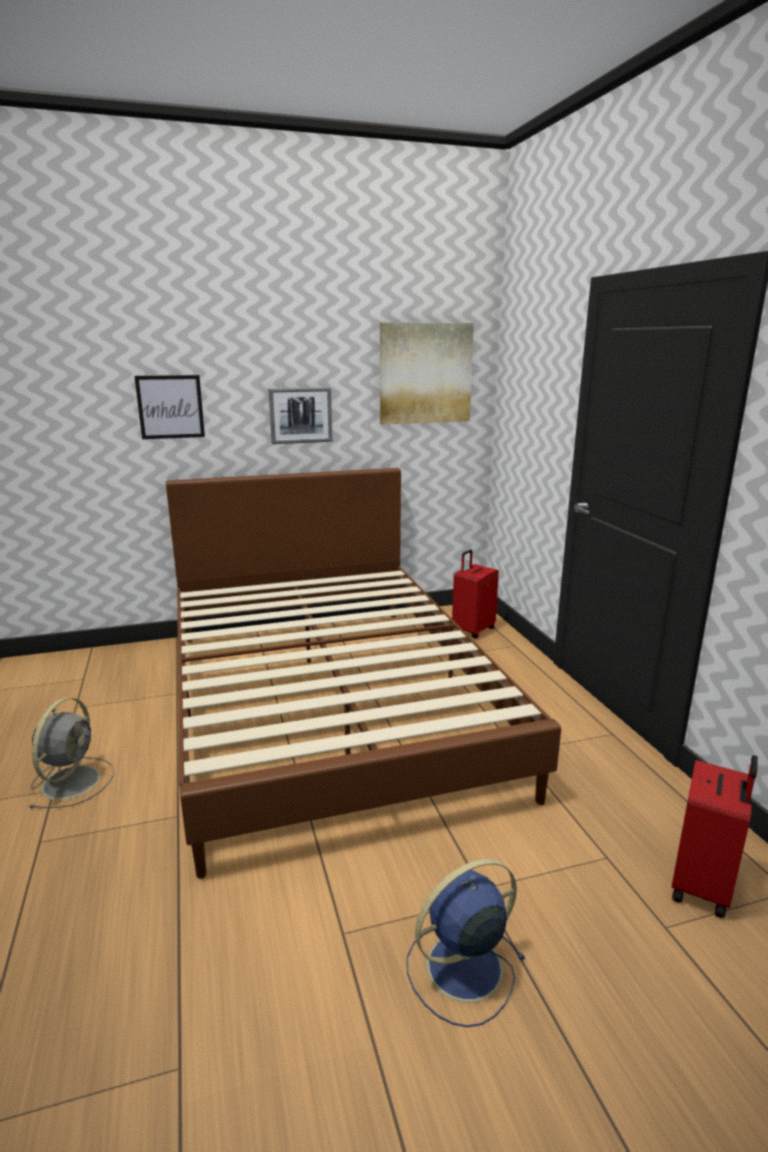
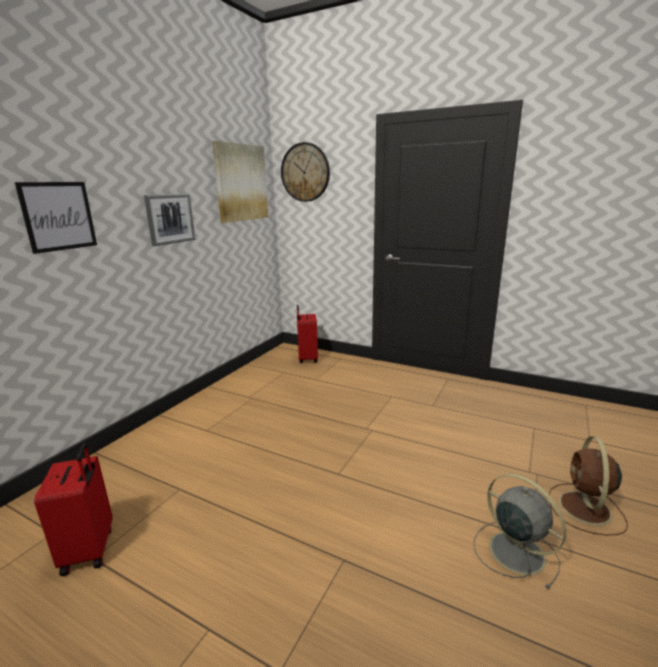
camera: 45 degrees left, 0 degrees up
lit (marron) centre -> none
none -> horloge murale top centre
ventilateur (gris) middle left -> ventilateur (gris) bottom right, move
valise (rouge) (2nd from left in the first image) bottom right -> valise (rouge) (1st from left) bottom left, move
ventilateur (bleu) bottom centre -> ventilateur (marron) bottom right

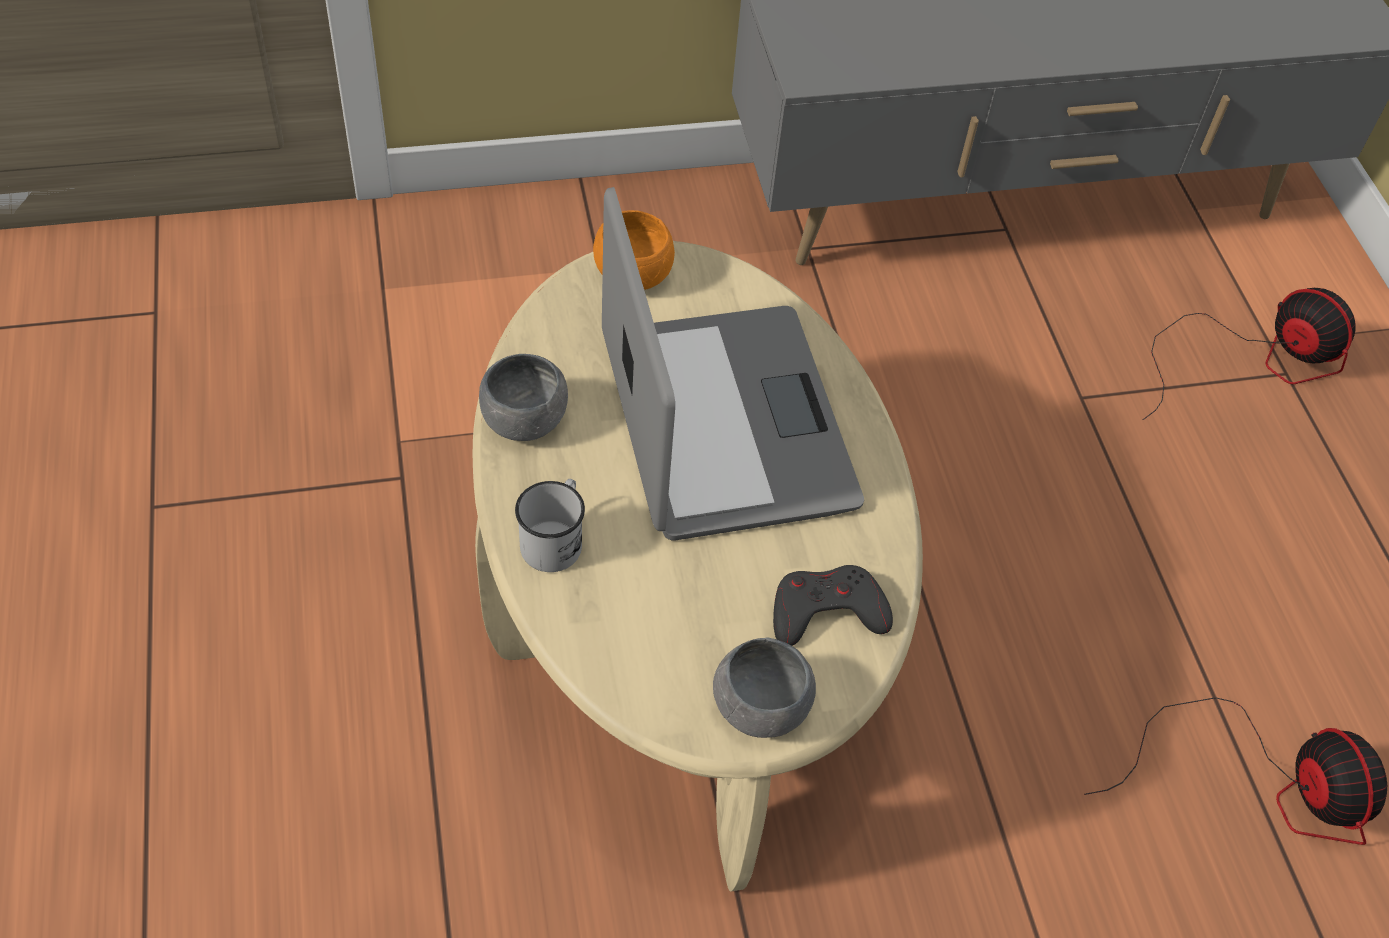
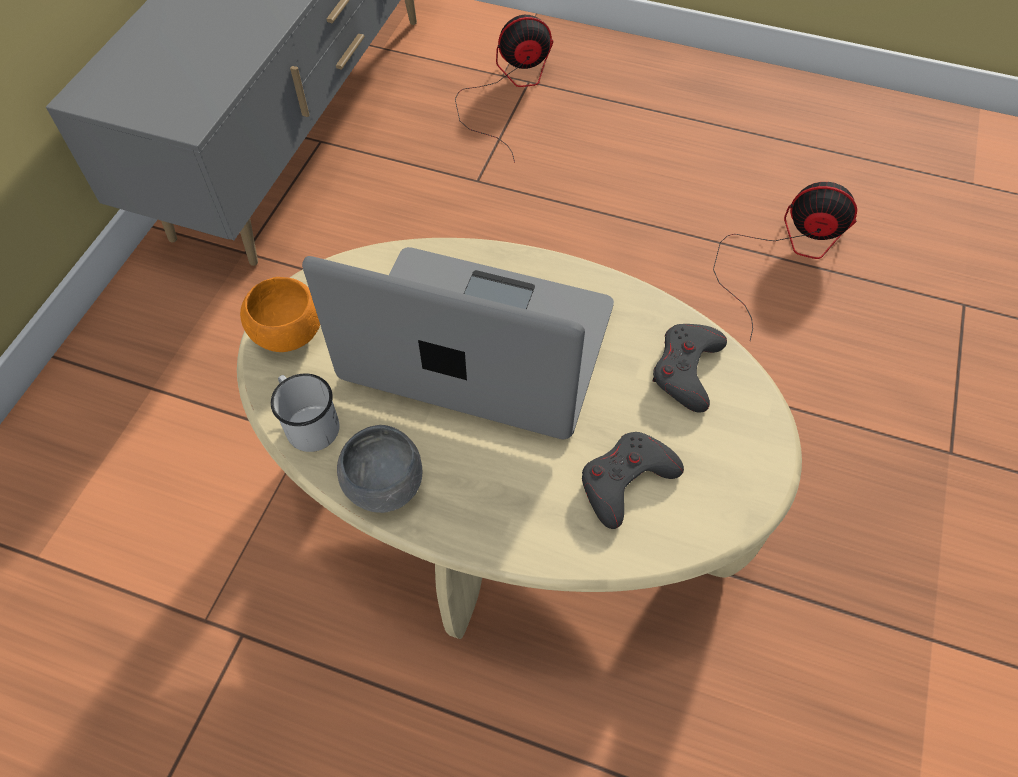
camera: 55 degrees left, 5 degrees up
bol (gris) (2nd from left) bottom centre -> none
none -> manette (gris) (1st from left) centre
mug (blanc) centre -> mug (blanc) middle left, move

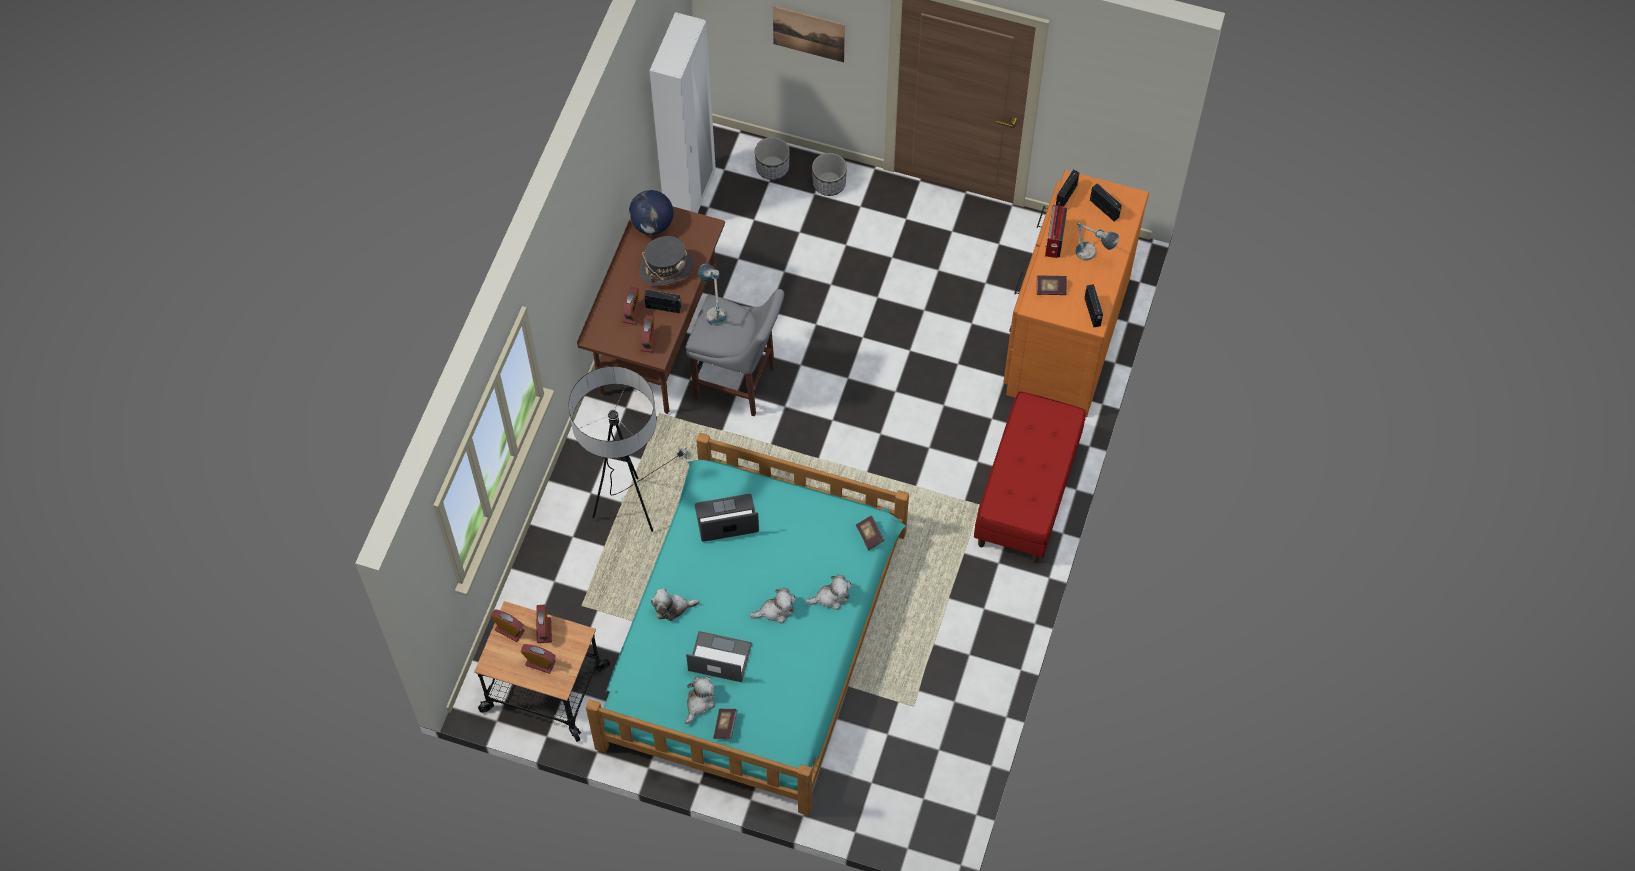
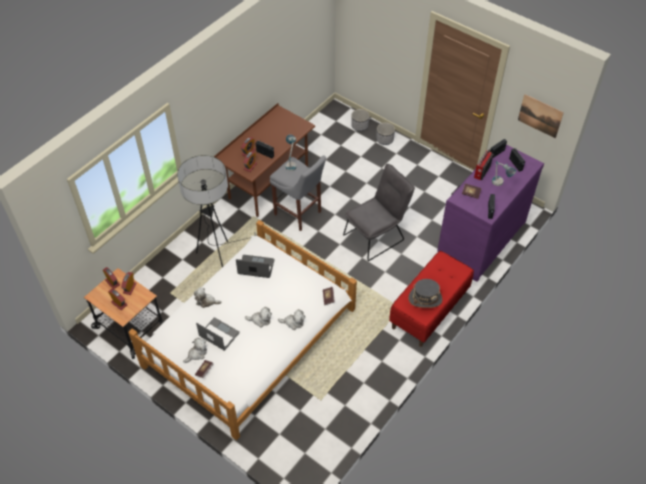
camera: 20 degrees right, 10 degrees down
globe top centre -> none
armoire (blanc) top centre -> none
none -> chaise (gris) centre
chapeau (gris) top centre -> chapeau (gris) centre, move
tableau top centre -> tableau top right, move
lit (turquoise) bottom centre -> lit (blanc) bottom centre
commode (orange) centre -> commode (violet) middle right

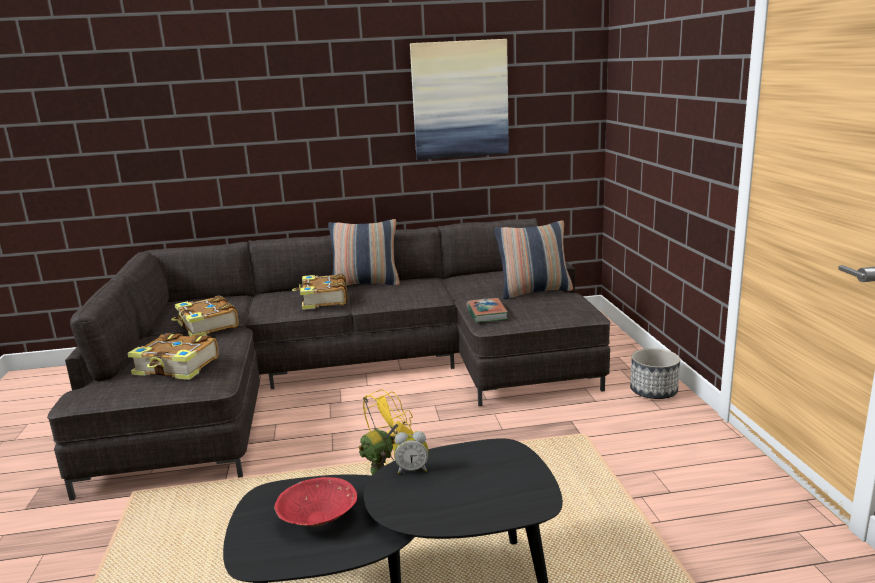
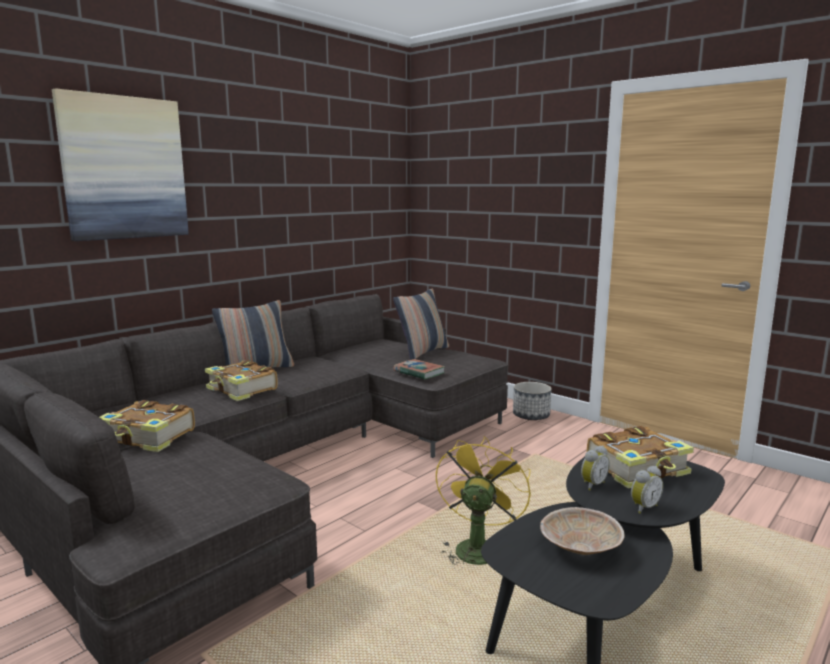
camera: 40 degrees left, 5 degrees down
none -> réveil (2nd from left) bottom right
livre (1st from left in the first image) middle left -> livre (4th from left) bottom right, move
tableau top centre -> tableau top left, move
bol (rouge) bottom centre -> bol (beige) bottom right

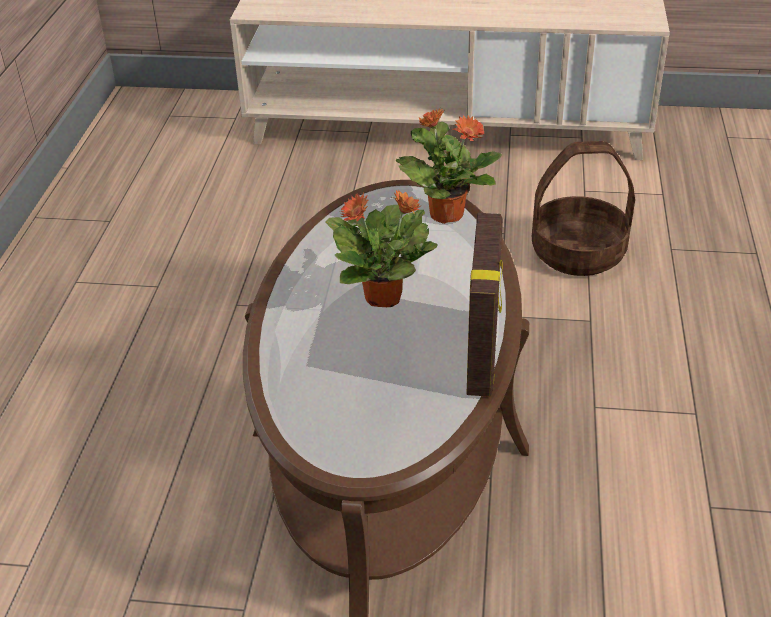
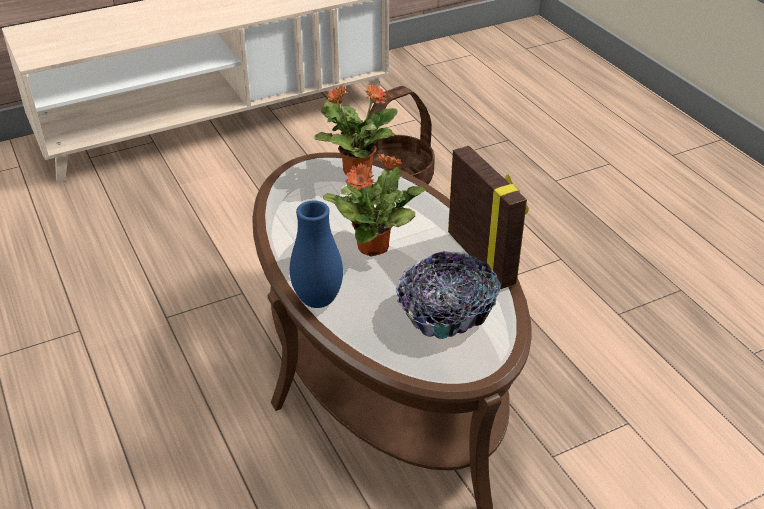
camera: 35 degrees left, 0 degrees up
none -> vase (bleu) centre
none -> bol centre

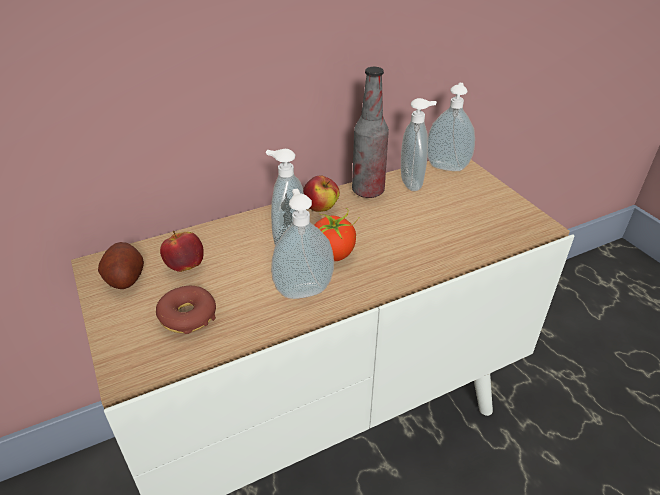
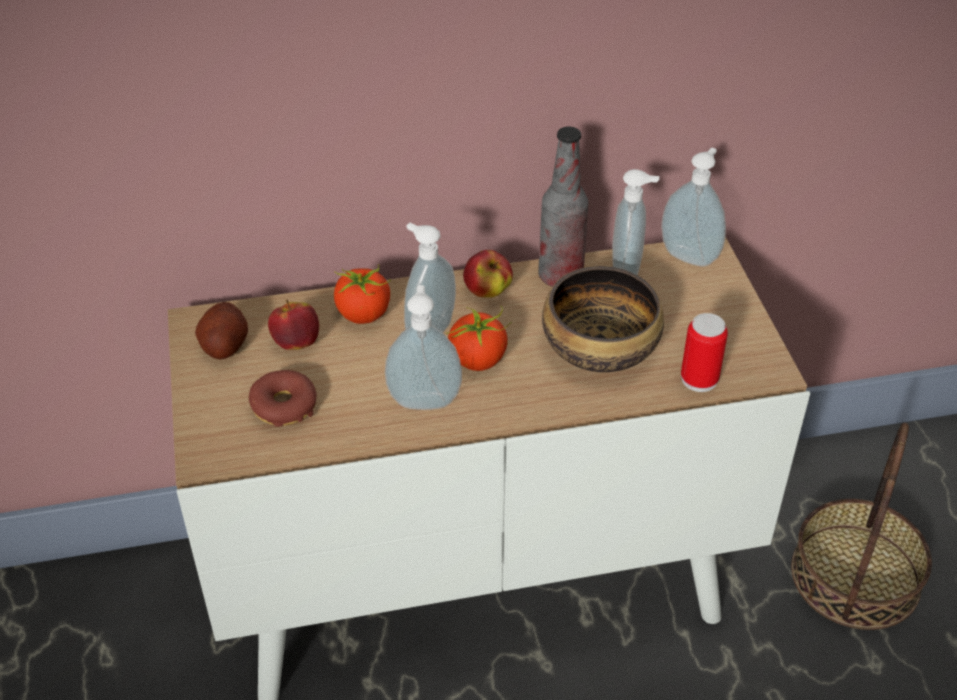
camera: 15 degrees right, 5 degrees up
none -> tomate (1st from left) centre
none -> bol centre
none -> boîte métallique middle right
none -> panier bottom right

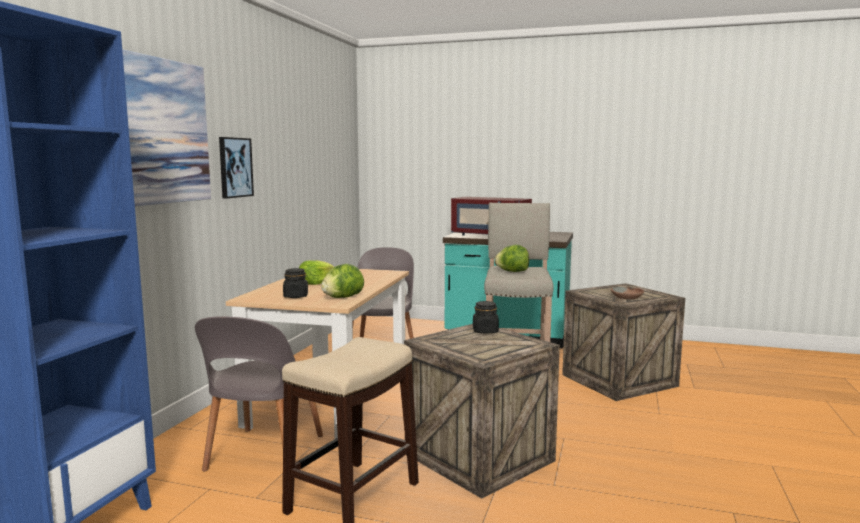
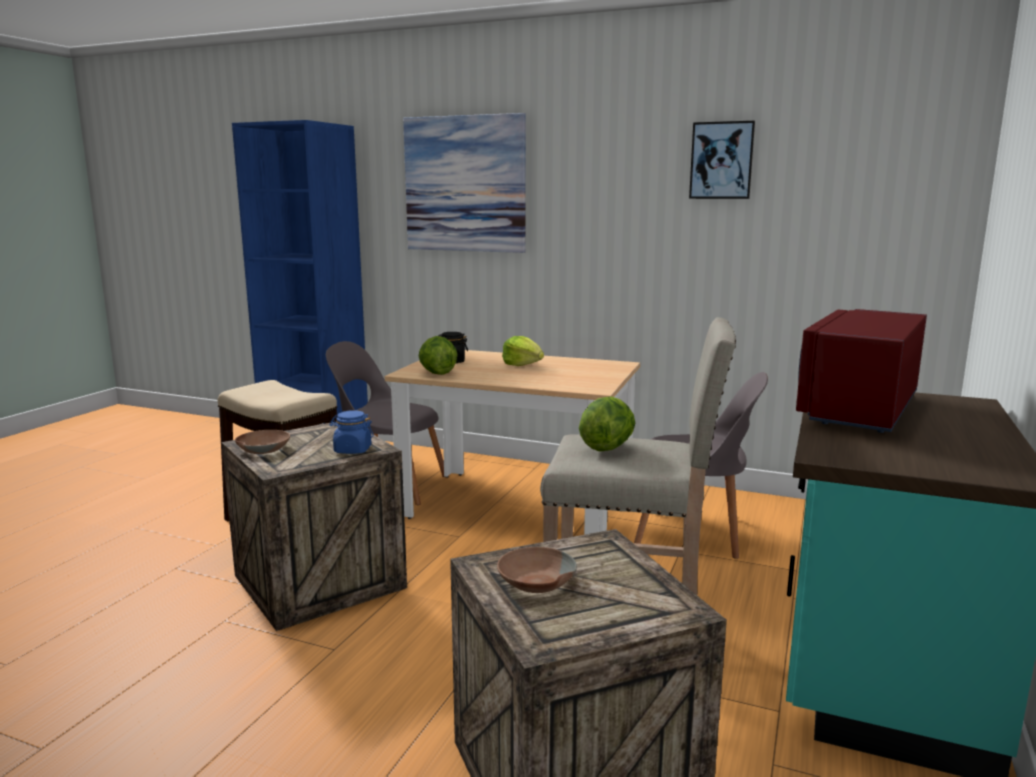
camera: 95 degrees right, 5 degrees up
none -> bol (marron) (1st from left) middle left
tableau (2nd from left) top left -> tableau (2nd from left) top right, move
bocal (noir) (2nd from left) centre -> bocal (bleu) centre

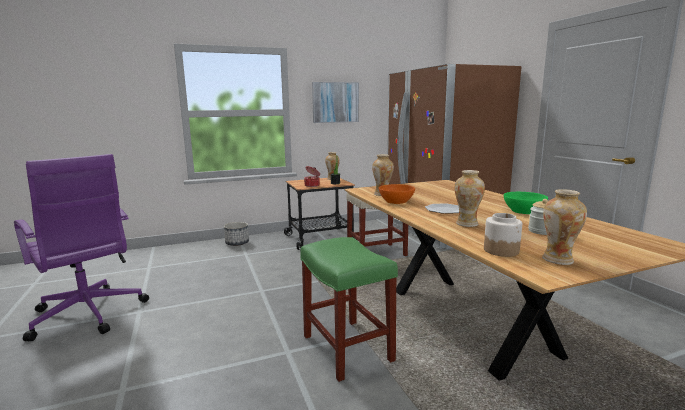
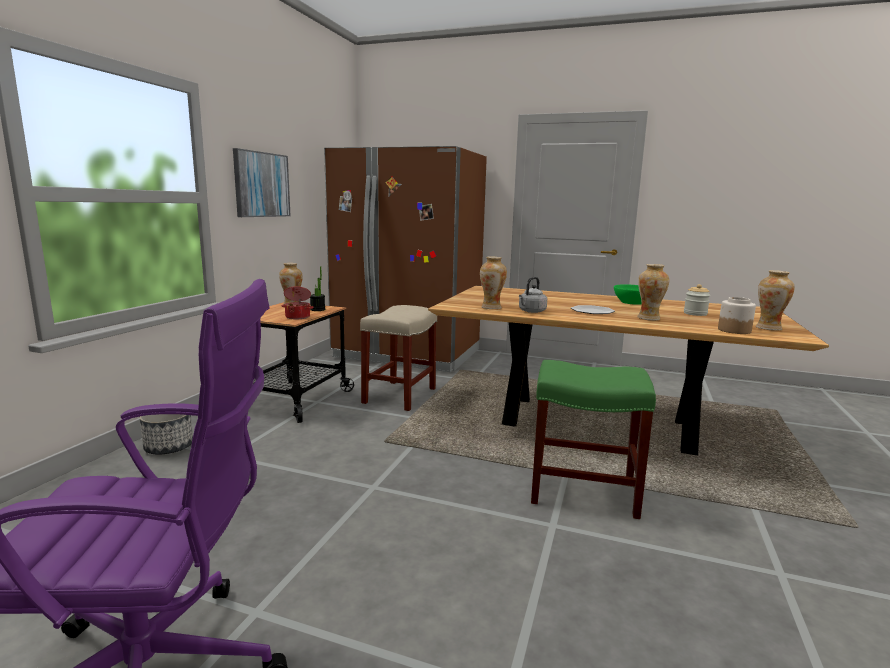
camera: 50 degrees left, 0 degrees up
bol (orange) centre -> bouilloire (gris) centre

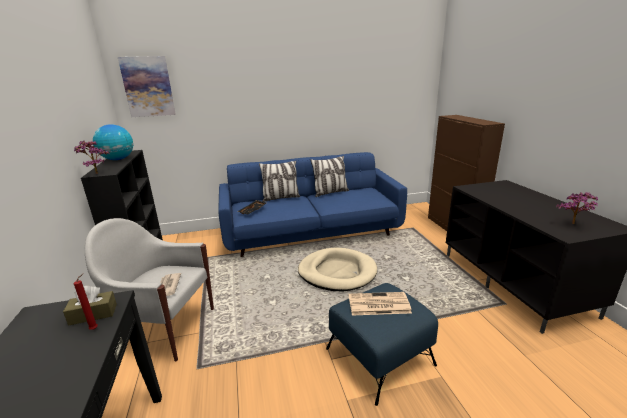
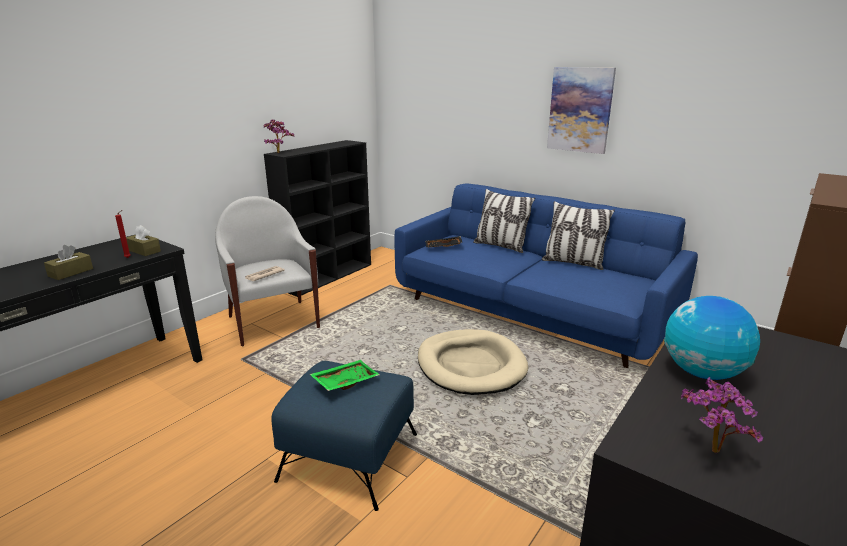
camera: 50 degrees right, 0 degrees up
none -> boîte à mouchoirs (marron) (1st from left) middle left
globe middle left -> globe middle right, move
tableau top left -> tableau top right, move
journal (2nd from left) bottom centre -> plateau (vert) bottom centre

